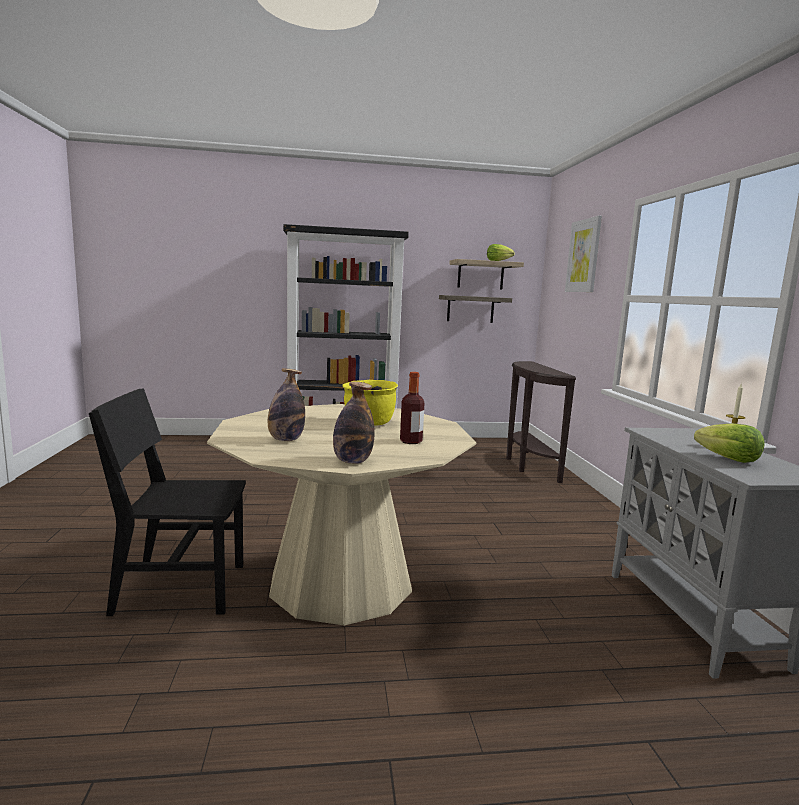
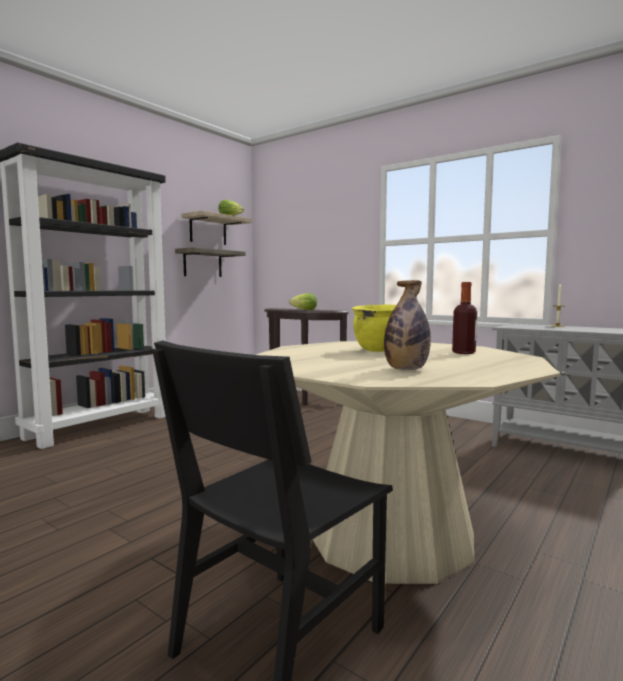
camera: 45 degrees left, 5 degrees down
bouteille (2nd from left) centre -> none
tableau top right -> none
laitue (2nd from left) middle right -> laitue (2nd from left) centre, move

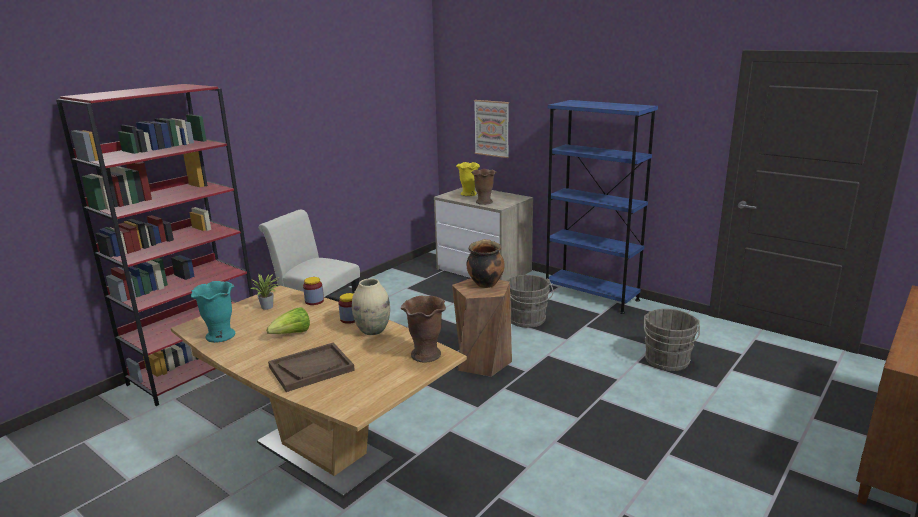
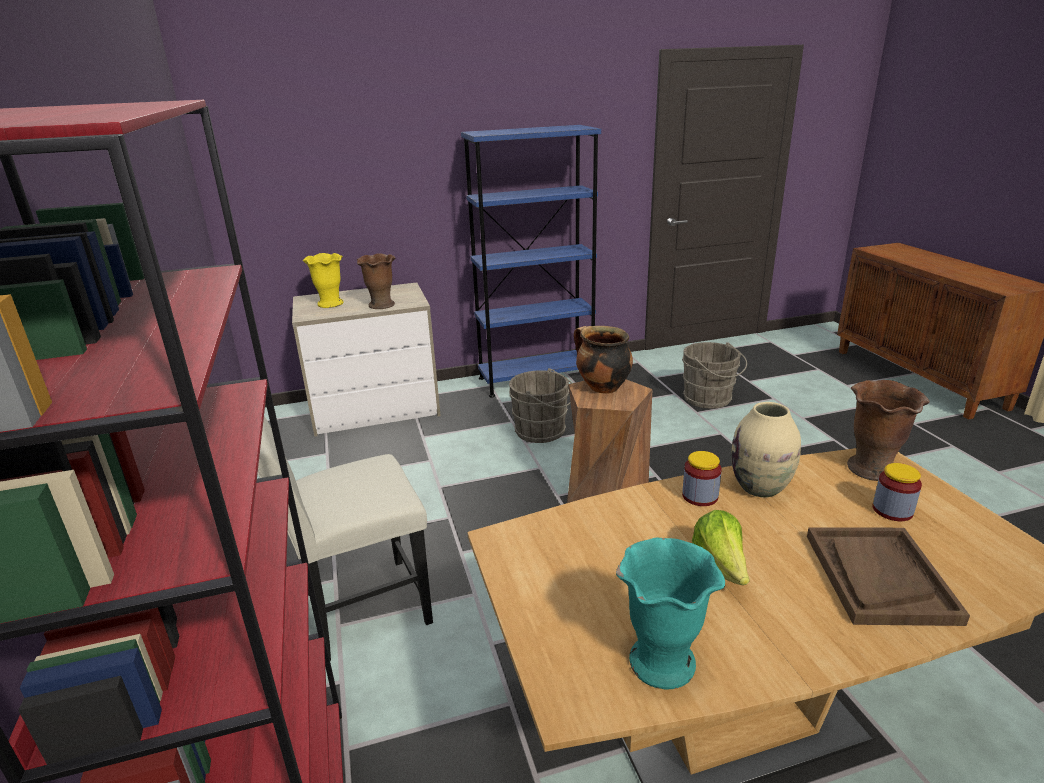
camera: 55 degrees left, 5 degrees up
plante en pot middle left -> none
tableau top centre -> none
bocal (1st from left in the first image) centre -> bocal (2nd from left) middle right, move

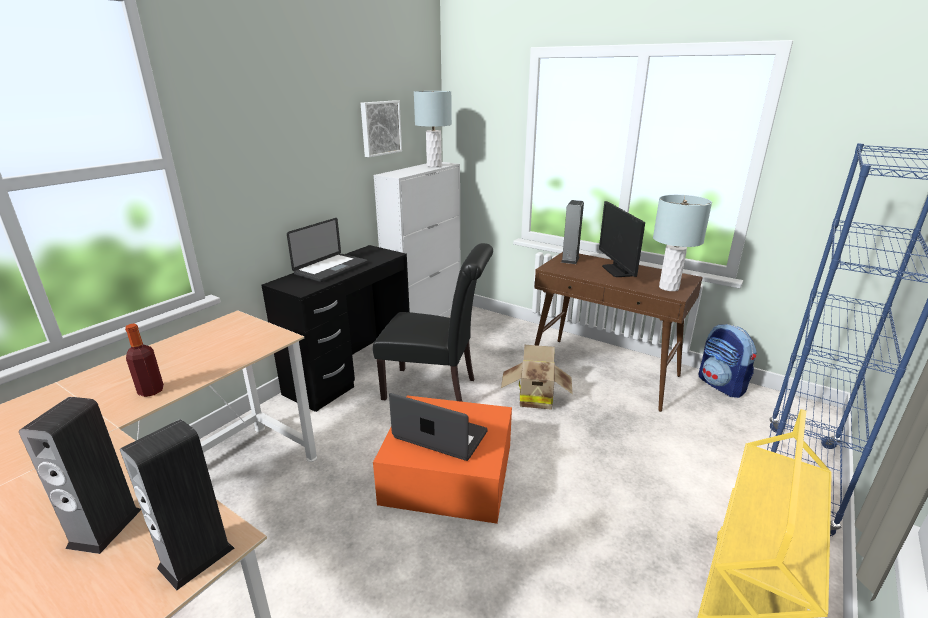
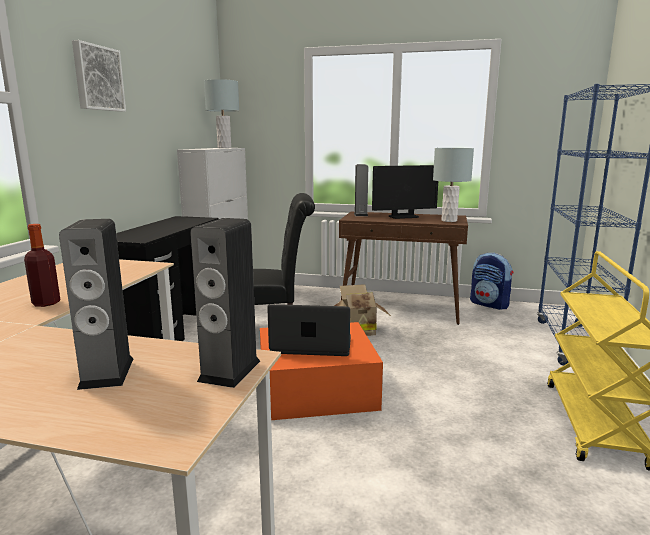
camera: 20 degrees left, 10 degrees down
ordinateur portable (1st from left) centre -> none
tableau top centre -> tableau top left, move
écran d'ordinateur middle right -> écran d'ordinateur centre, 75 degrees counterclockwise

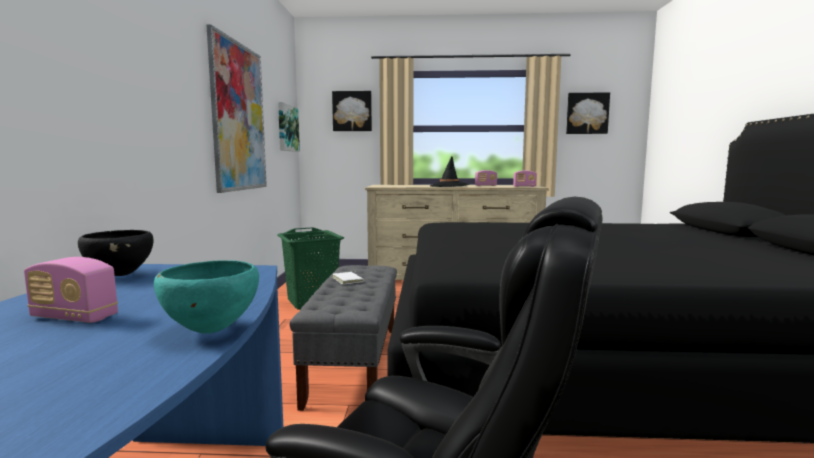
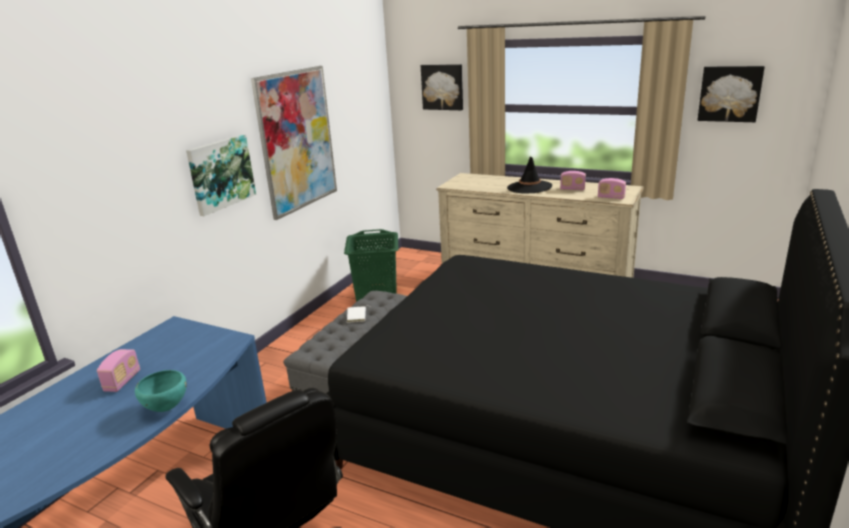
camera: 25 degrees right, 15 degrees up
bol (noir) middle left -> none
tableau (2nd from left in the first image) top centre -> tableau (1st from left) top left, move
radio (1st from left) middle left -> radio (1st from left) bottom left, 120 degrees counterclockwise

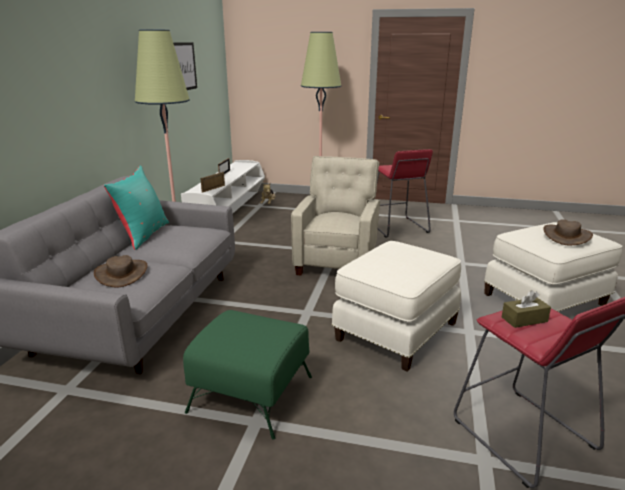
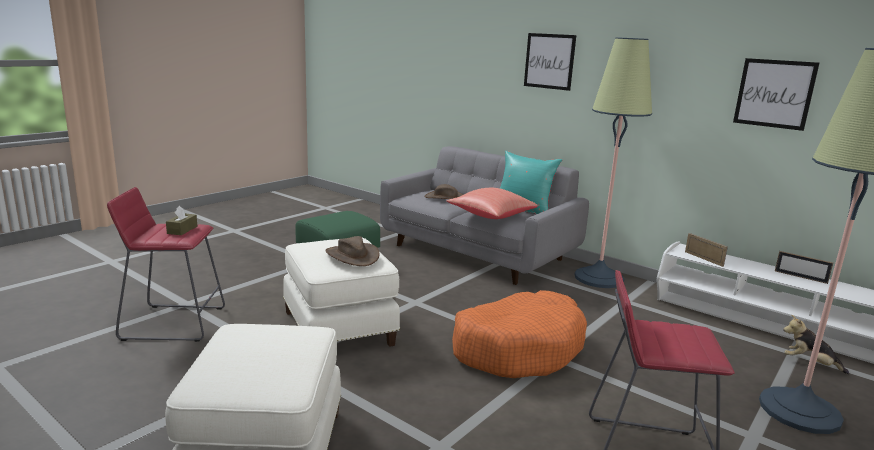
camera: 115 degrees right, 5 degrees down
none -> coussin (rouge) centre
none -> tableau (1st from left) top centre
chapeau (marron) (2nd from left in the first image) middle right -> chapeau (marron) (1st from left) centre, move
fauteuil (beige) centre -> panier pour chien (orange) bottom centre

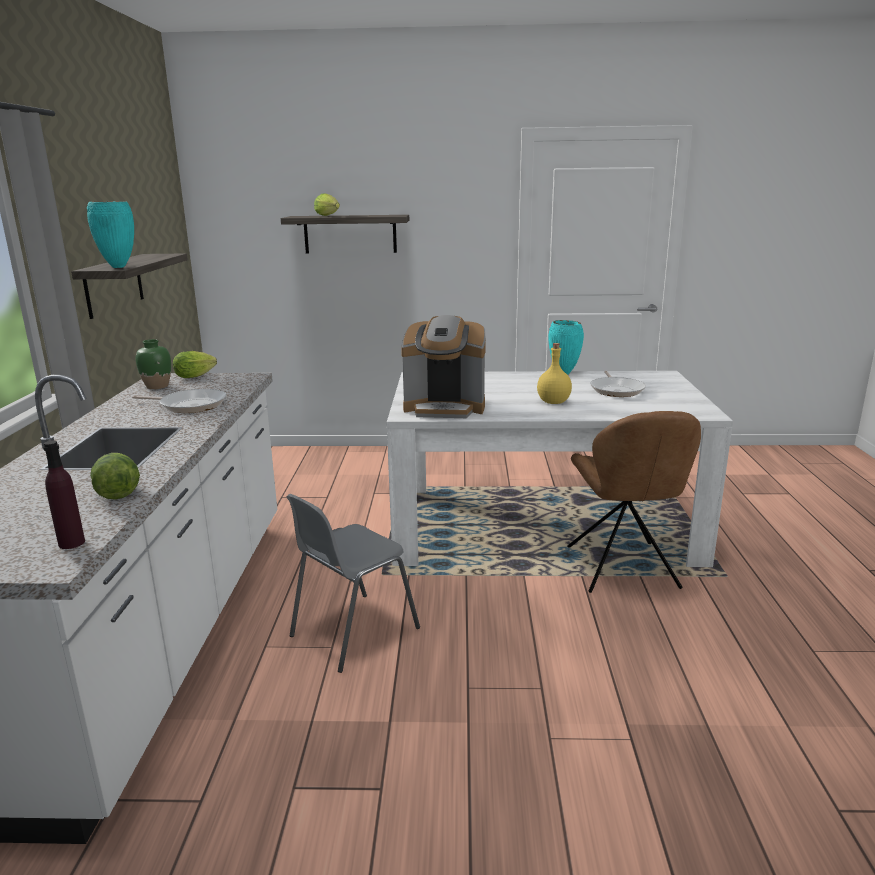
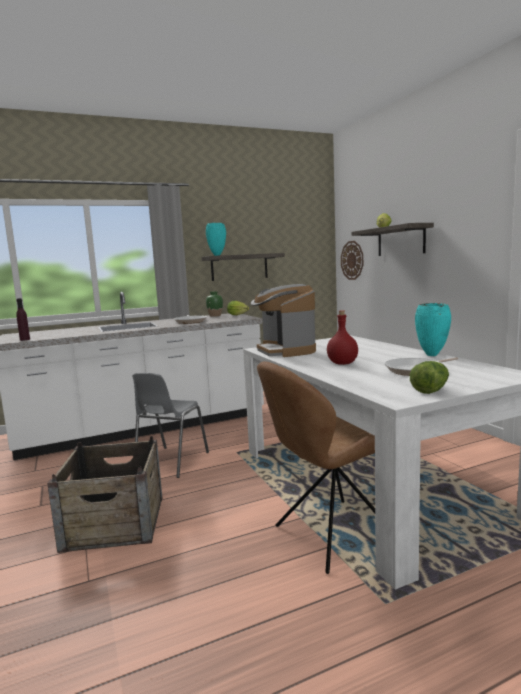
camera: 65 degrees right, 10 degrees down
none -> caisse bottom left
none -> horloge murale middle right
laitue (1st from left in the first image) middle left -> laitue (3rd from left) middle right, move
bouteille (jaune) centre -> bouteille (rouge) centre
chaise (gris) centre -> chaise (gris) middle left, 90 degrees counterclockwise

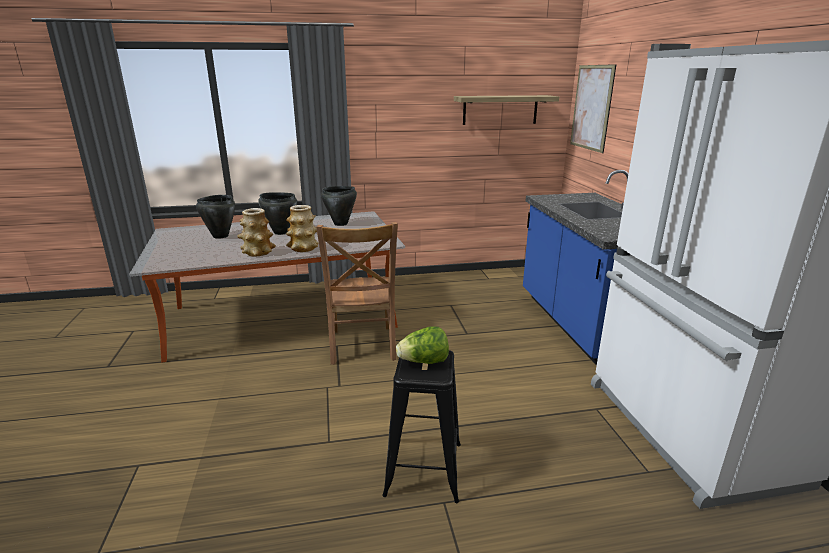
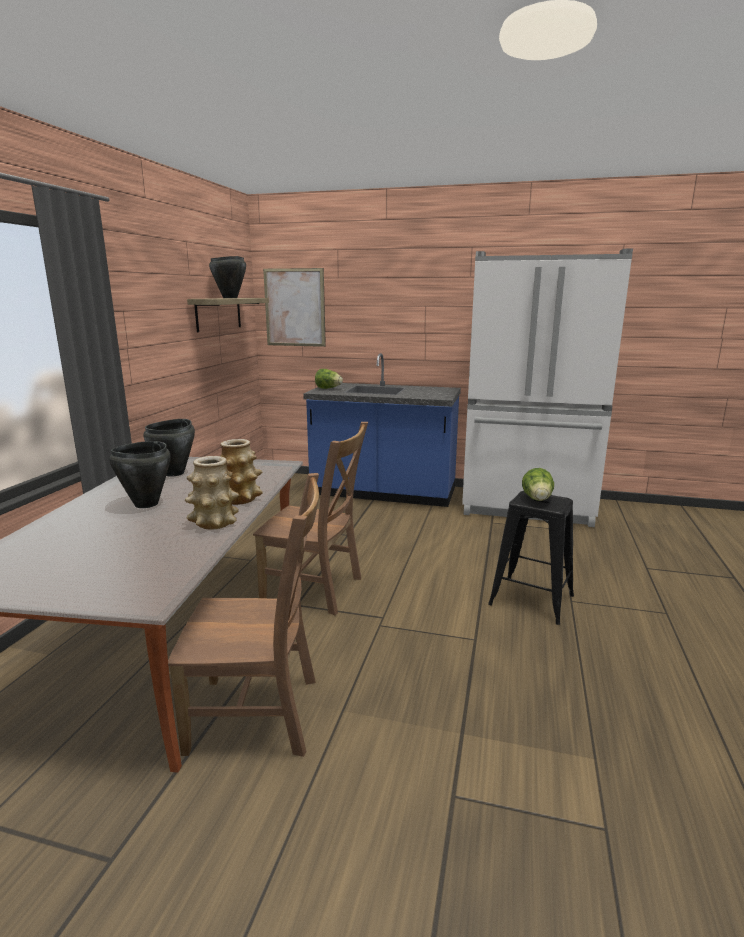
camera: 65 degrees left, 5 degrees down
none -> chaise (marron) (1st from left) middle left
none -> laitue (1st from left) centre
marmite (noir) (1st from left in the first image) middle left -> marmite (noir) (3rd from left) top left, move

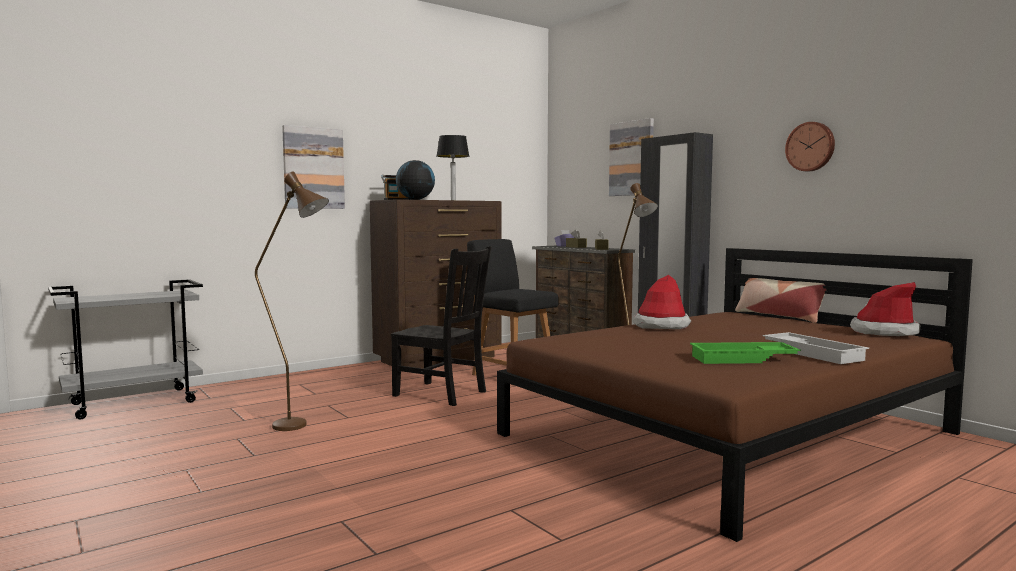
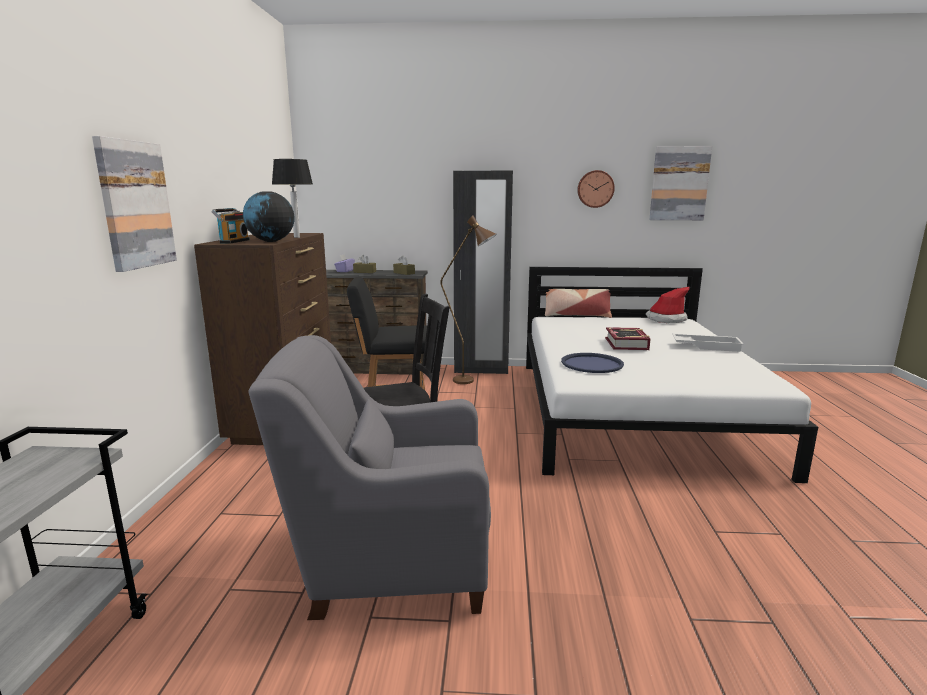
camera: 50 degrees left, 10 degrees up
chapeau (1st from left) centre -> none
plateau (vert) middle right -> none
none -> plateau (bleu) centre
none -> livre middle right
tableau (2nd from left) top centre -> tableau (2nd from left) top right, move
lampadaire (marron) (1st from left) middle left -> fauteuil (gris) bottom centre
lit (marron) bottom right -> lit (blanc) middle right

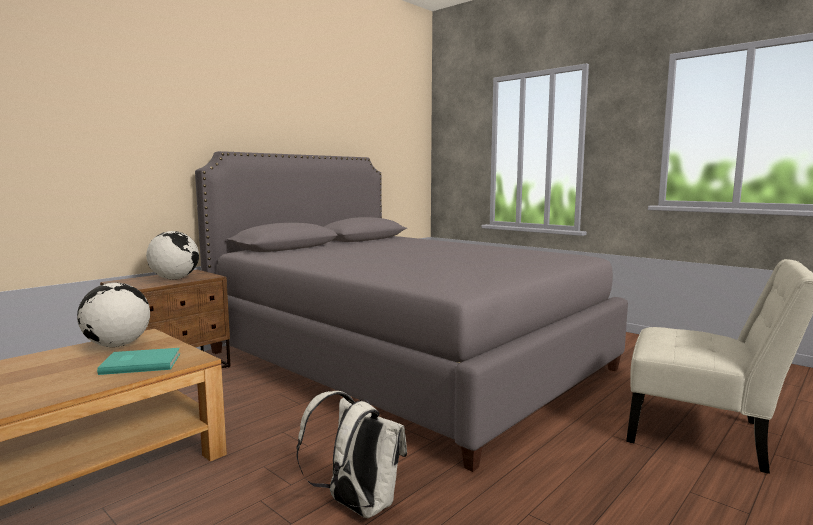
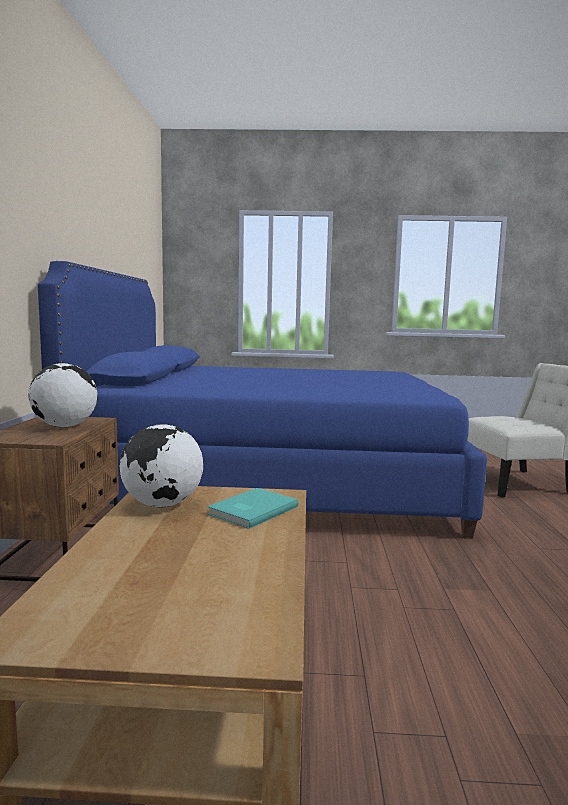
camera: 40 degrees left, 0 degrees up
sac à dos (blanc) bottom centre -> none
lit (gris) centre -> lit (bleu) centre

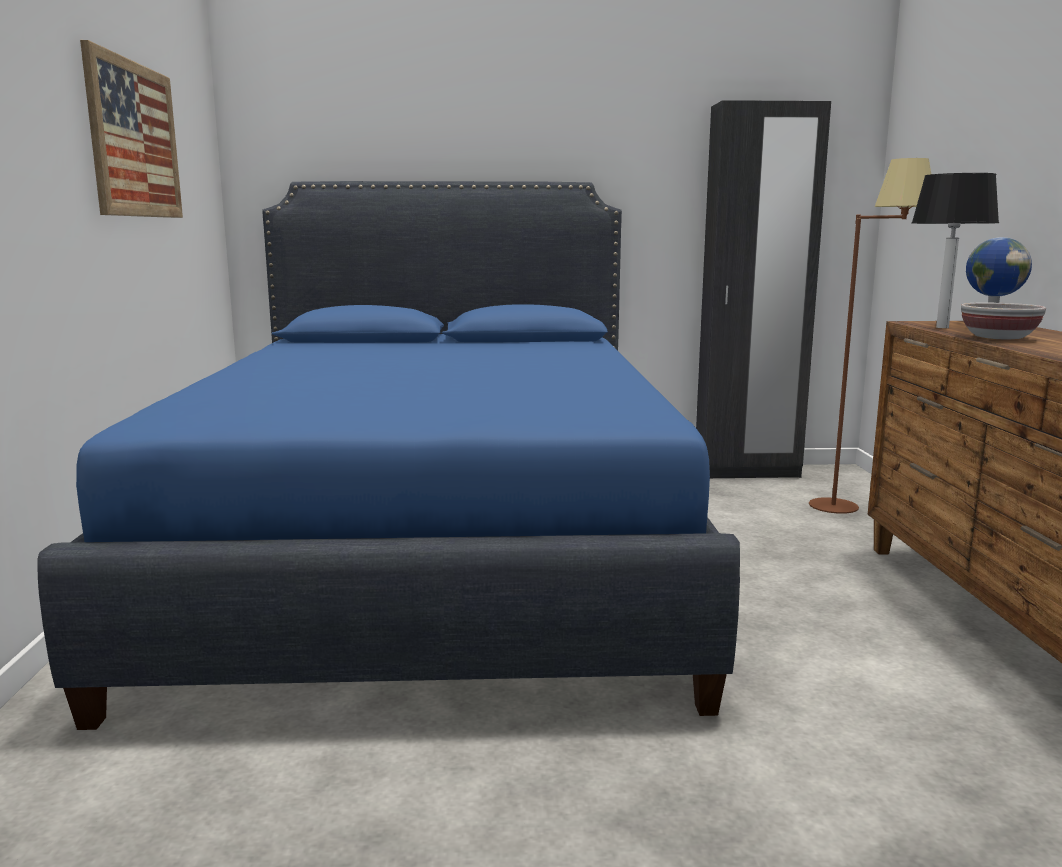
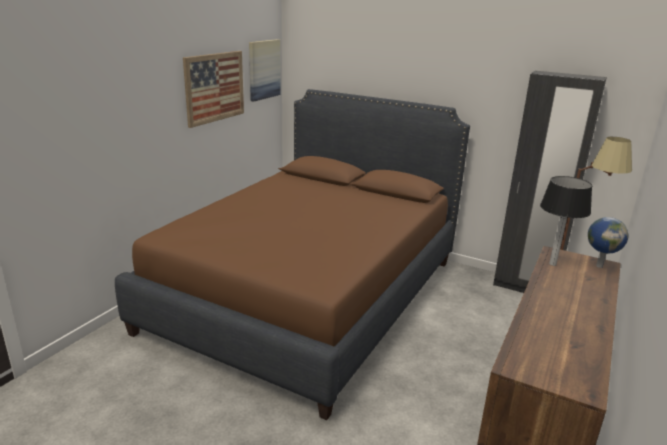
camera: 30 degrees right, 10 degrees up
bol middle right -> none
none -> tableau (2nd from left) top centre
lit (bleu) centre -> lit (marron) centre

